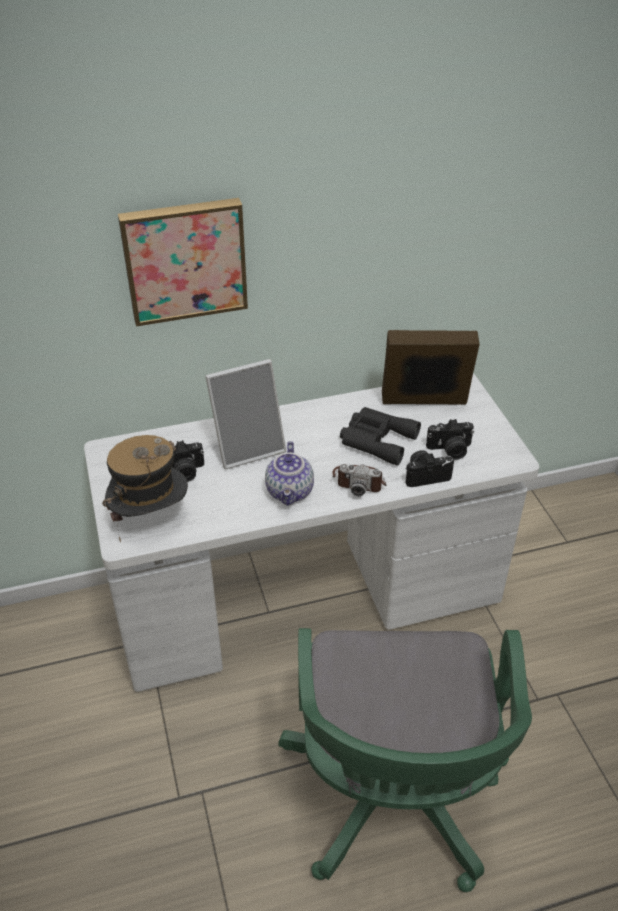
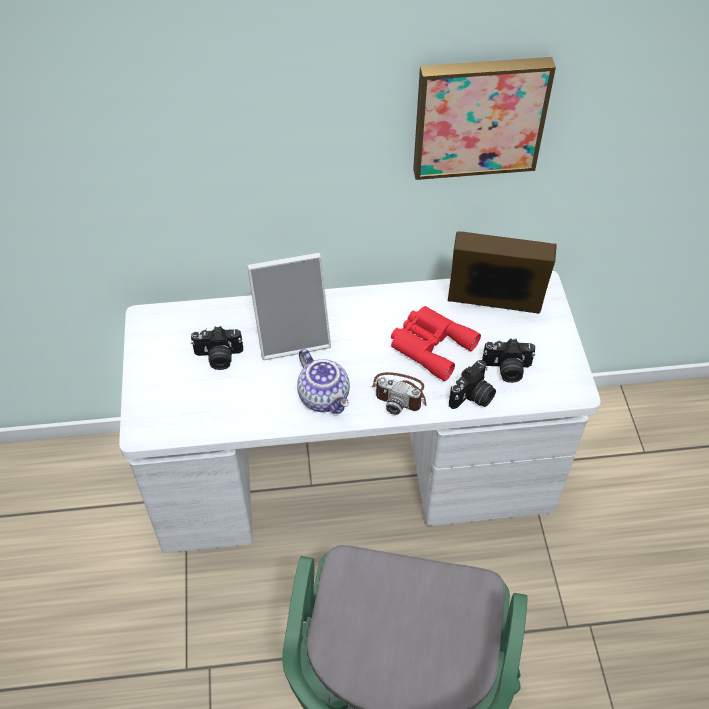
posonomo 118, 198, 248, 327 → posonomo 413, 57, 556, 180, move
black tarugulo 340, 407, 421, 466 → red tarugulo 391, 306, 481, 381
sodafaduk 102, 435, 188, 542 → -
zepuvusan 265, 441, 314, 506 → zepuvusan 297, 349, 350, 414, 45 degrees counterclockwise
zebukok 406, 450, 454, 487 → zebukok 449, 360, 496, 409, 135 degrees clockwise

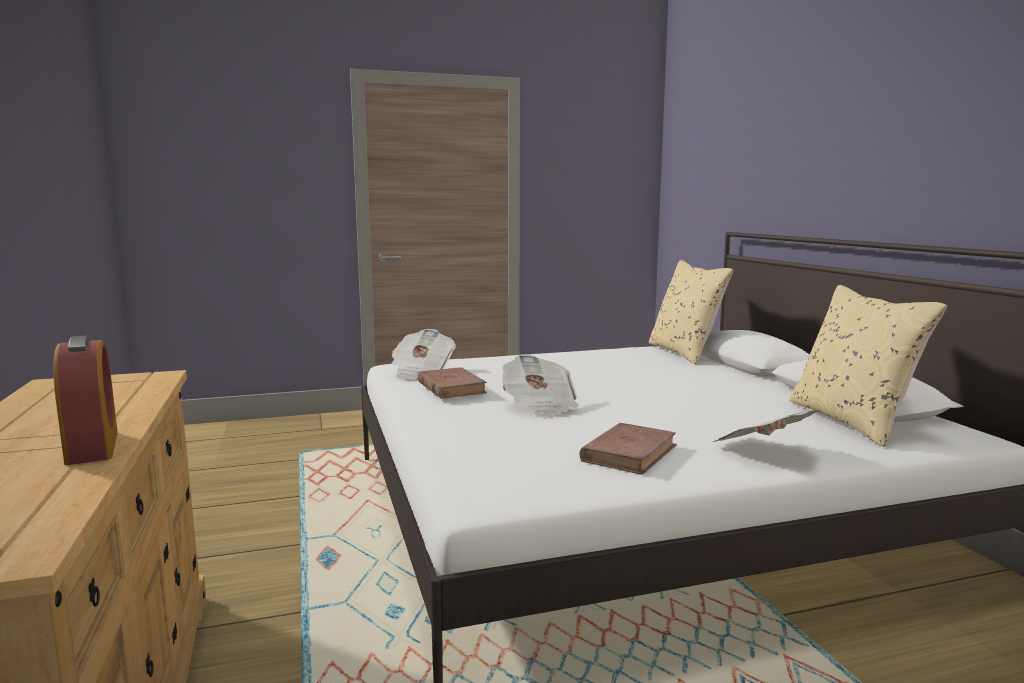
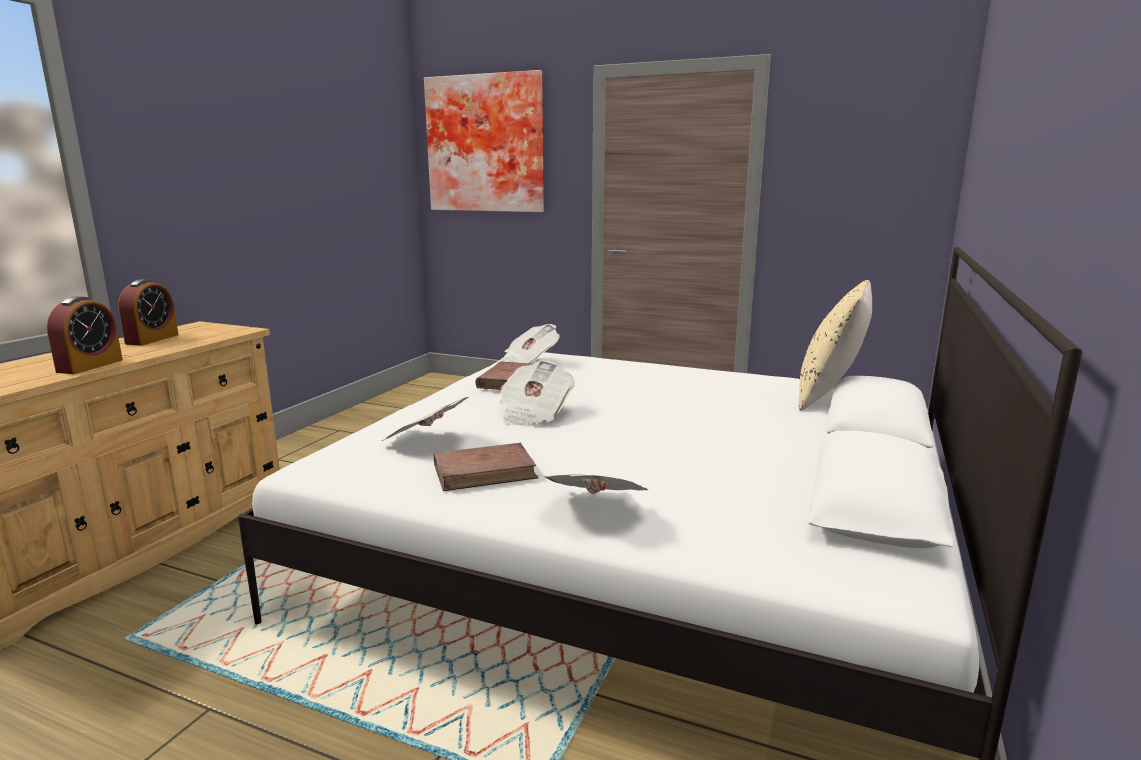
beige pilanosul 789, 285, 947, 447 → -
- → posonomo 424, 70, 544, 212
- → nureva 118, 279, 178, 345
- → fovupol 381, 397, 469, 441

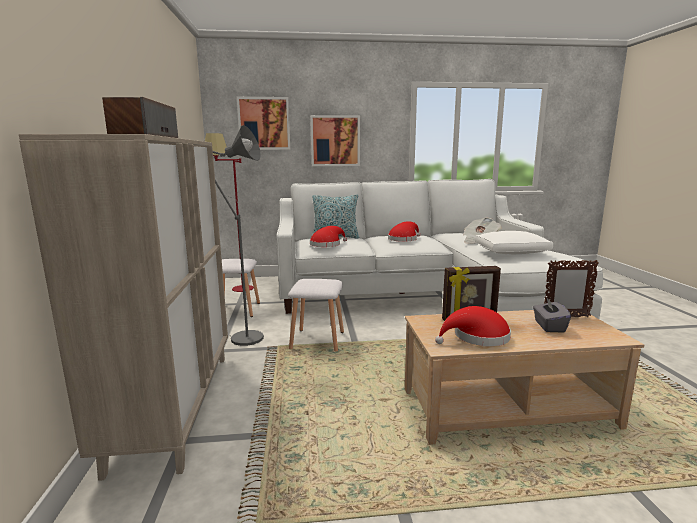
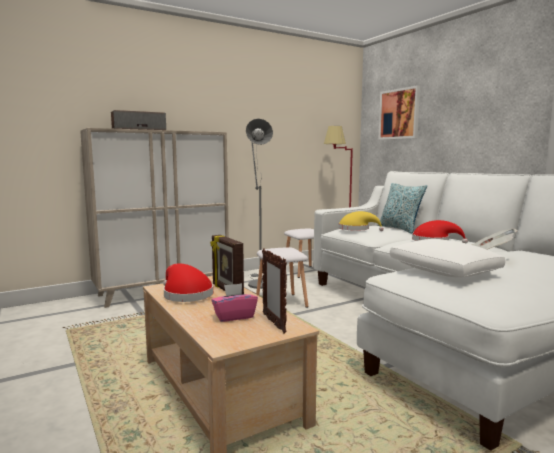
posonomo 310, 115, 360, 166 → -
red sodafaduk 310, 226, 347, 247 → yellow sodafaduk 339, 211, 384, 231
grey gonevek 533, 297, 571, 333 → pink gonevek 211, 283, 258, 322

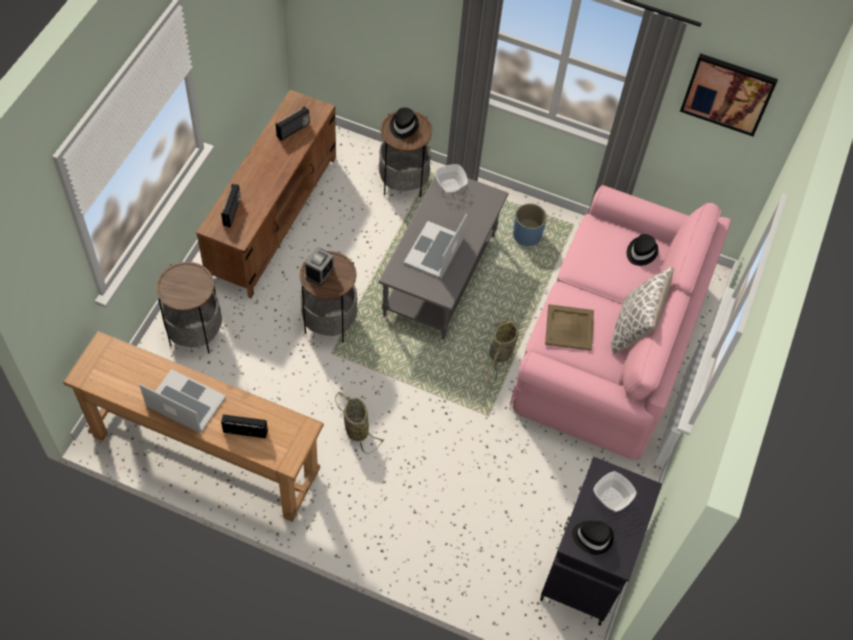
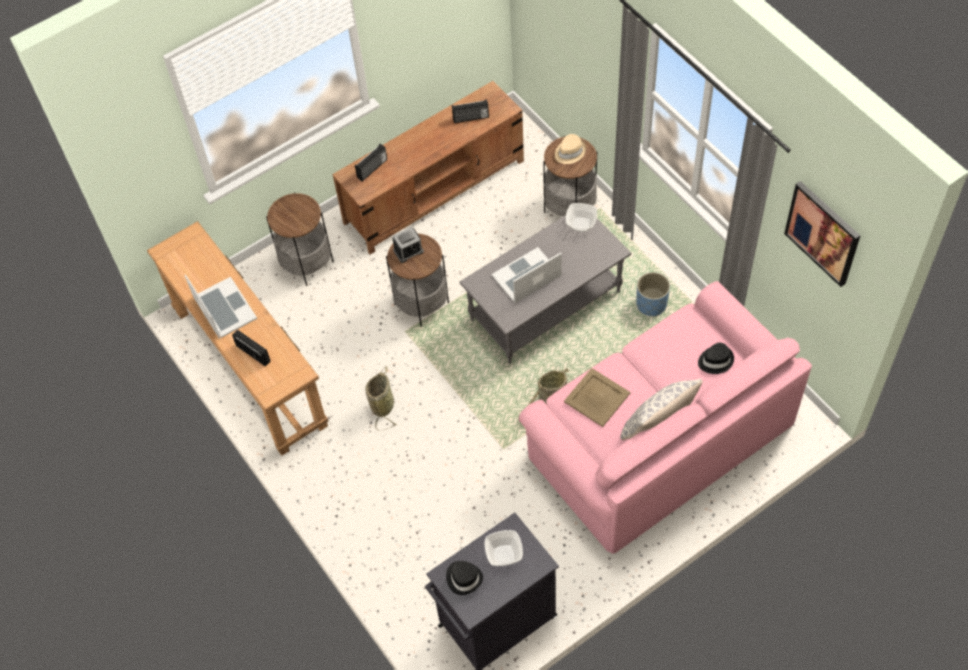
black sodafaduk 390, 107, 419, 139 → beige sodafaduk 555, 134, 586, 164

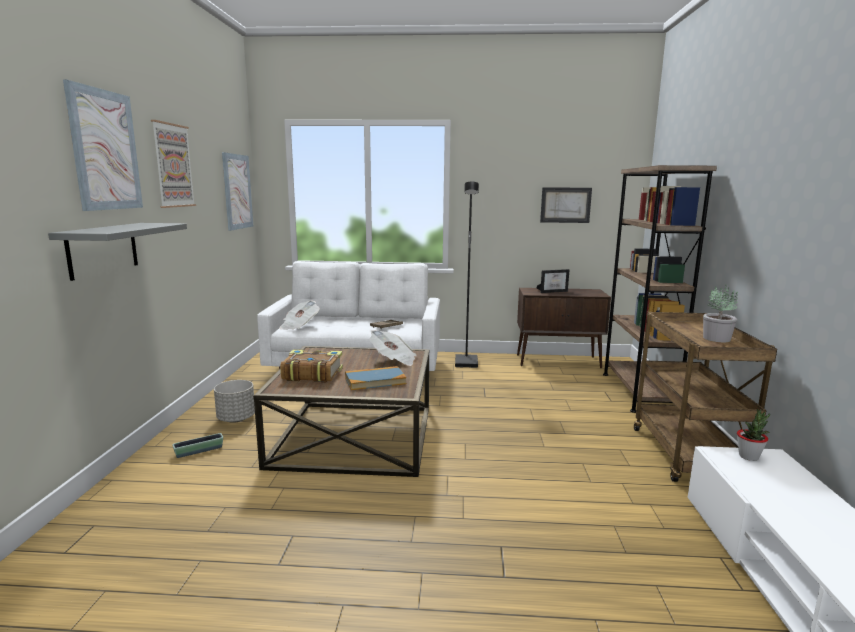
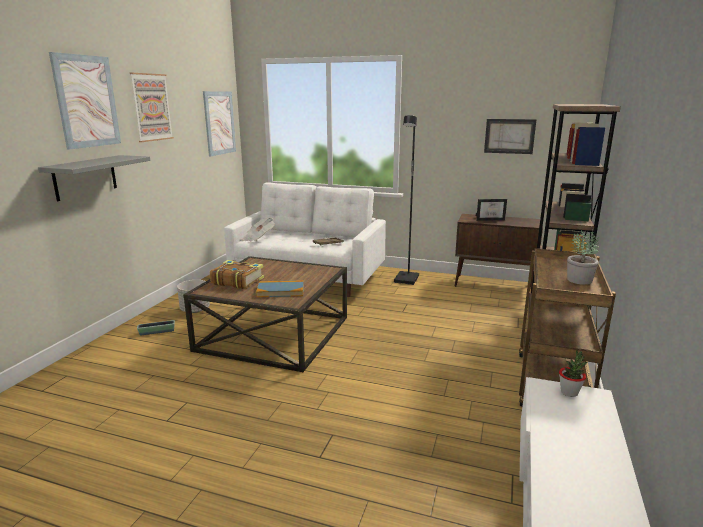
fovupol 369, 330, 417, 366 → -

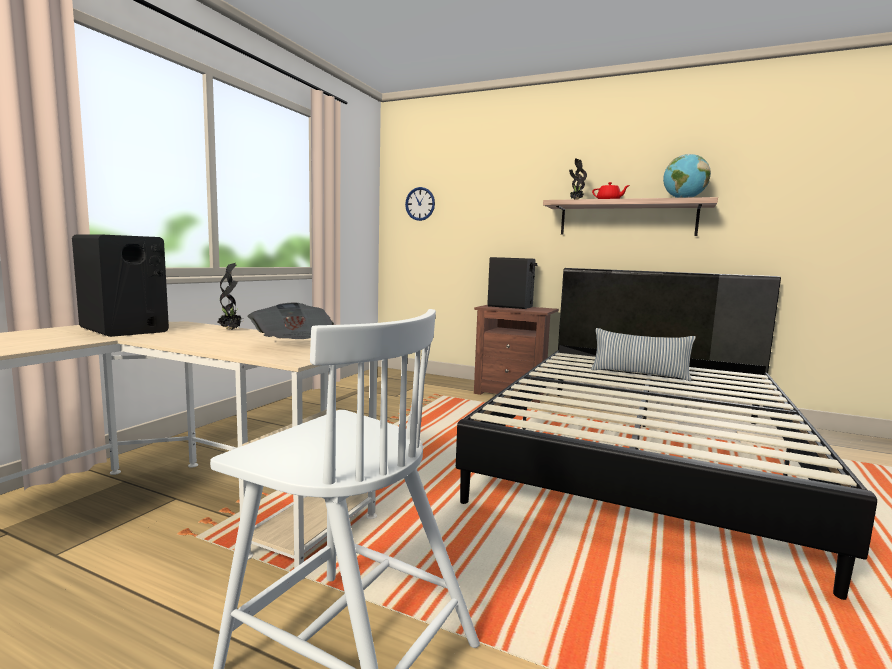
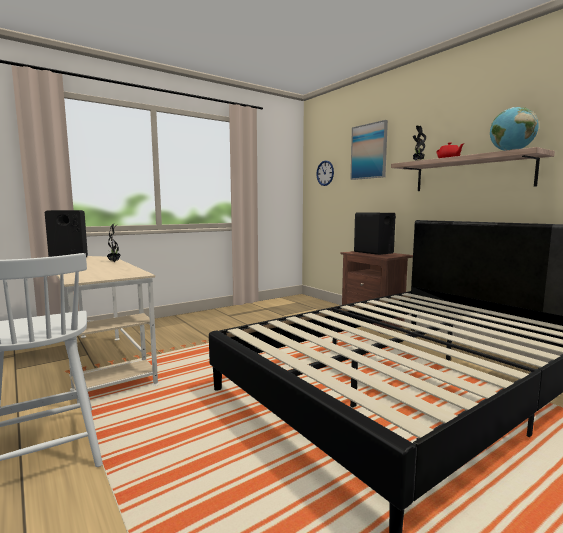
fovupol 248, 302, 334, 339 → -
pilanosul 591, 328, 696, 381 → -
- → posonomo 350, 120, 388, 180

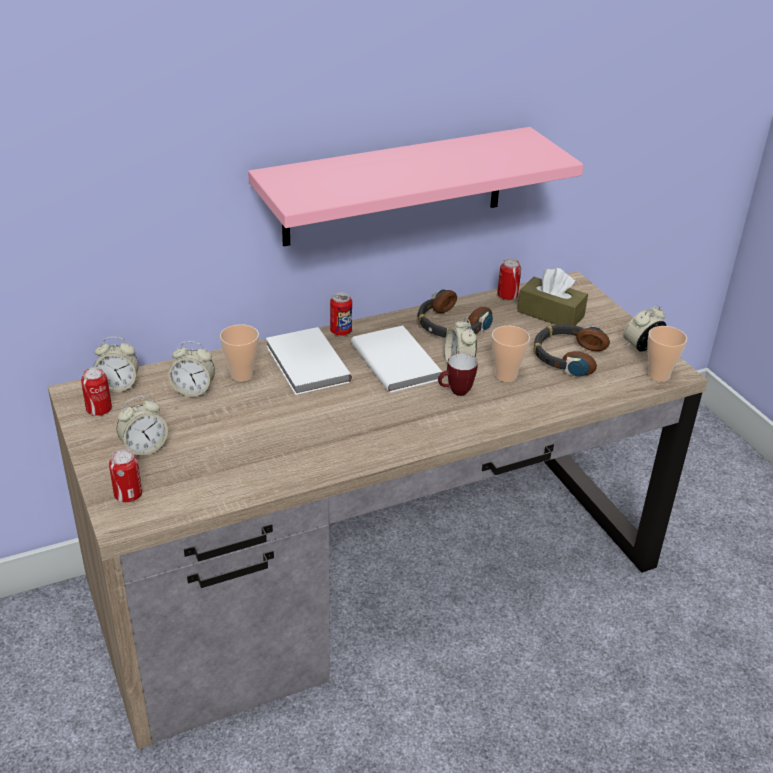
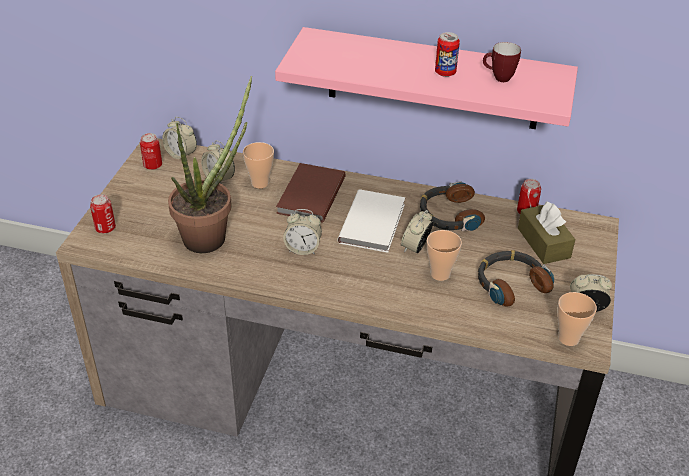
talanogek 330, 292, 352, 336 → talanogek 435, 32, 460, 77, move
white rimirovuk 266, 327, 352, 395 → brown rimirovuk 276, 163, 346, 222
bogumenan 438, 353, 478, 396 → bogumenan 483, 42, 521, 82, move
nureva 116, 396, 168, 456 → nureva 283, 209, 322, 255, move
- → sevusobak 168, 76, 252, 253

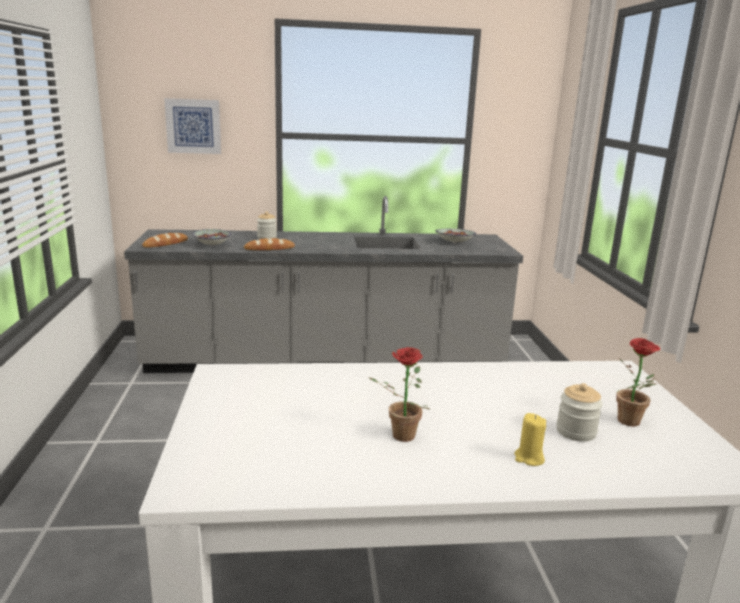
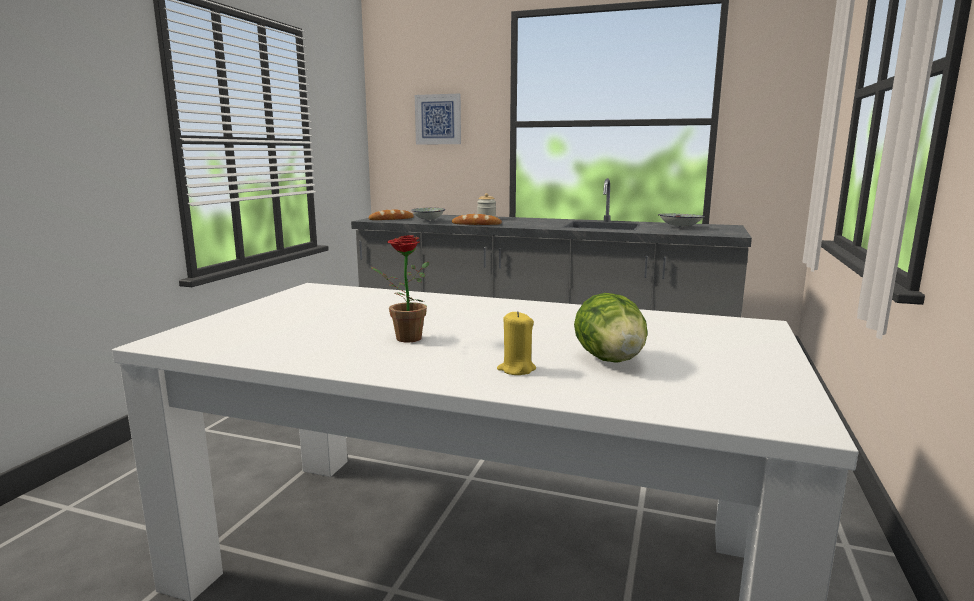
sevusobak 616, 338, 660, 426 → -
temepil 556, 383, 603, 442 → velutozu 574, 293, 648, 363

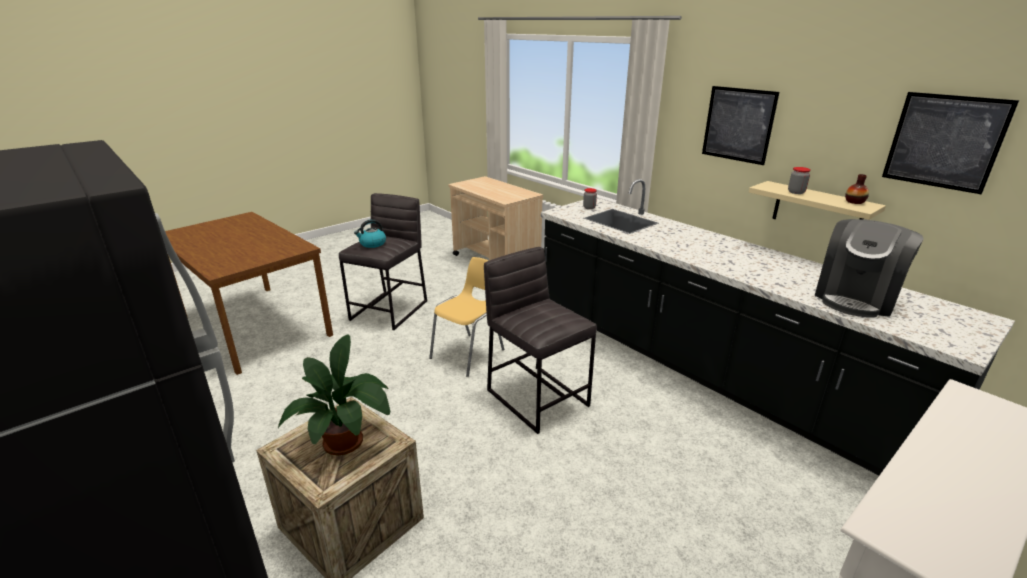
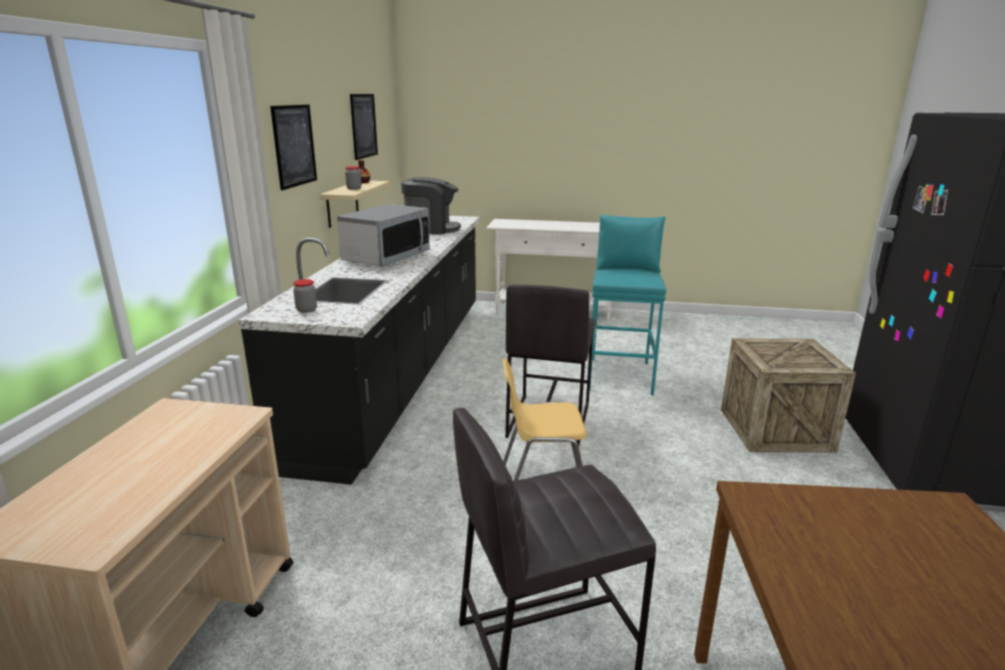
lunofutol 354, 219, 386, 248 → -
sevusobak 278, 335, 391, 456 → -
- → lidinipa 337, 204, 430, 267
- → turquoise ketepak 590, 214, 666, 395

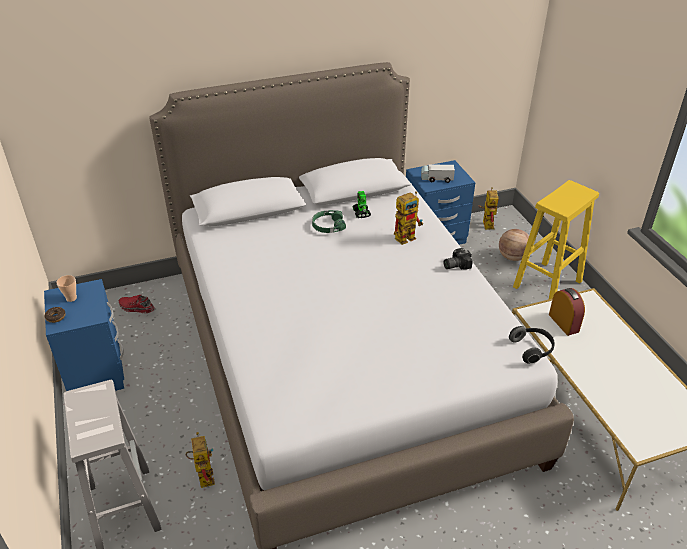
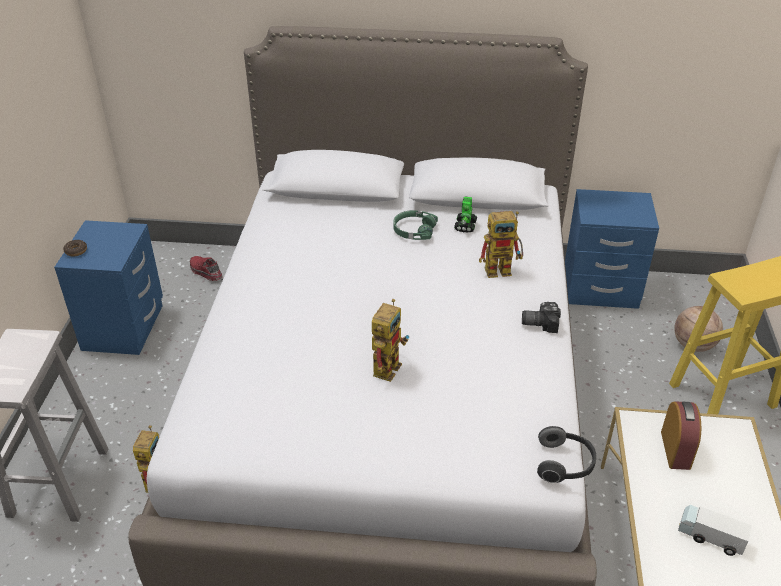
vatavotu 421, 164, 455, 183 → vatavotu 678, 505, 752, 556, move
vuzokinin 478, 187, 498, 229 → vuzokinin 372, 299, 409, 382, move
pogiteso 56, 275, 77, 302 → -

